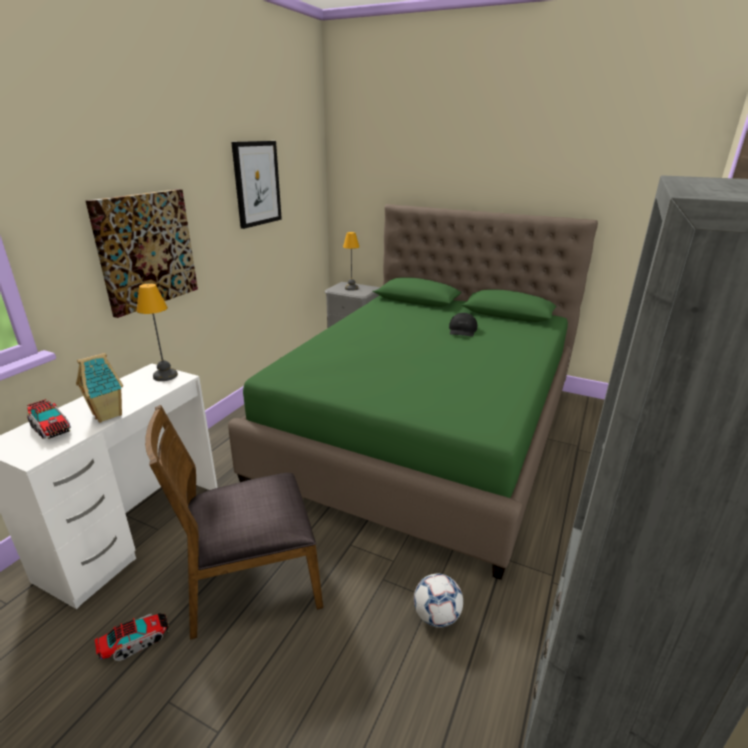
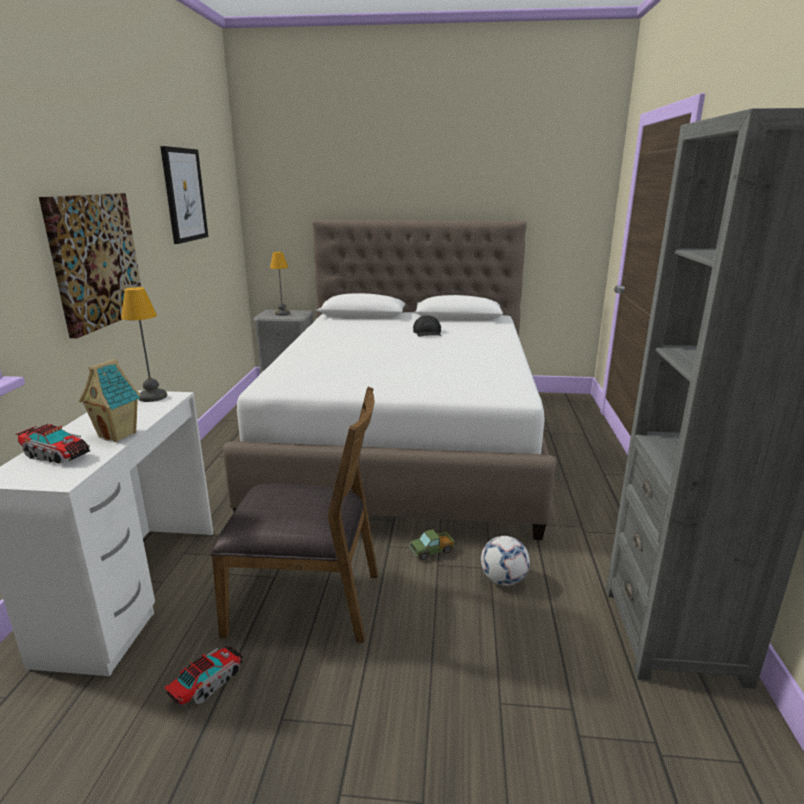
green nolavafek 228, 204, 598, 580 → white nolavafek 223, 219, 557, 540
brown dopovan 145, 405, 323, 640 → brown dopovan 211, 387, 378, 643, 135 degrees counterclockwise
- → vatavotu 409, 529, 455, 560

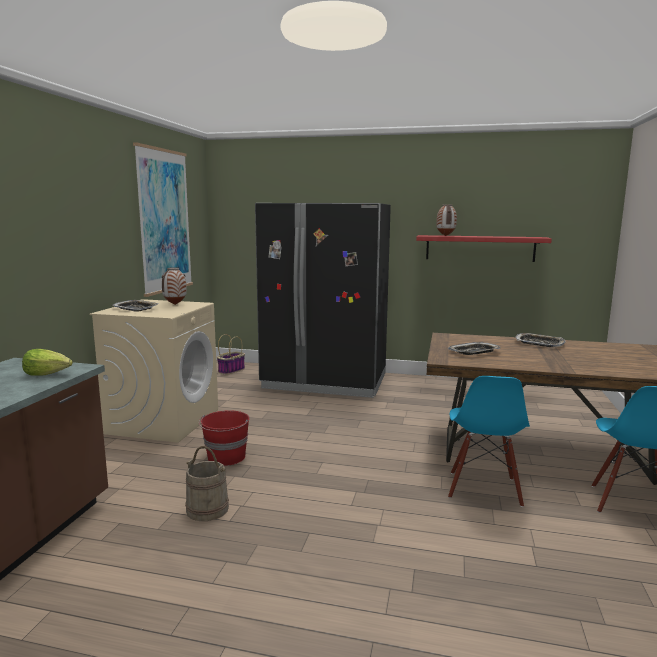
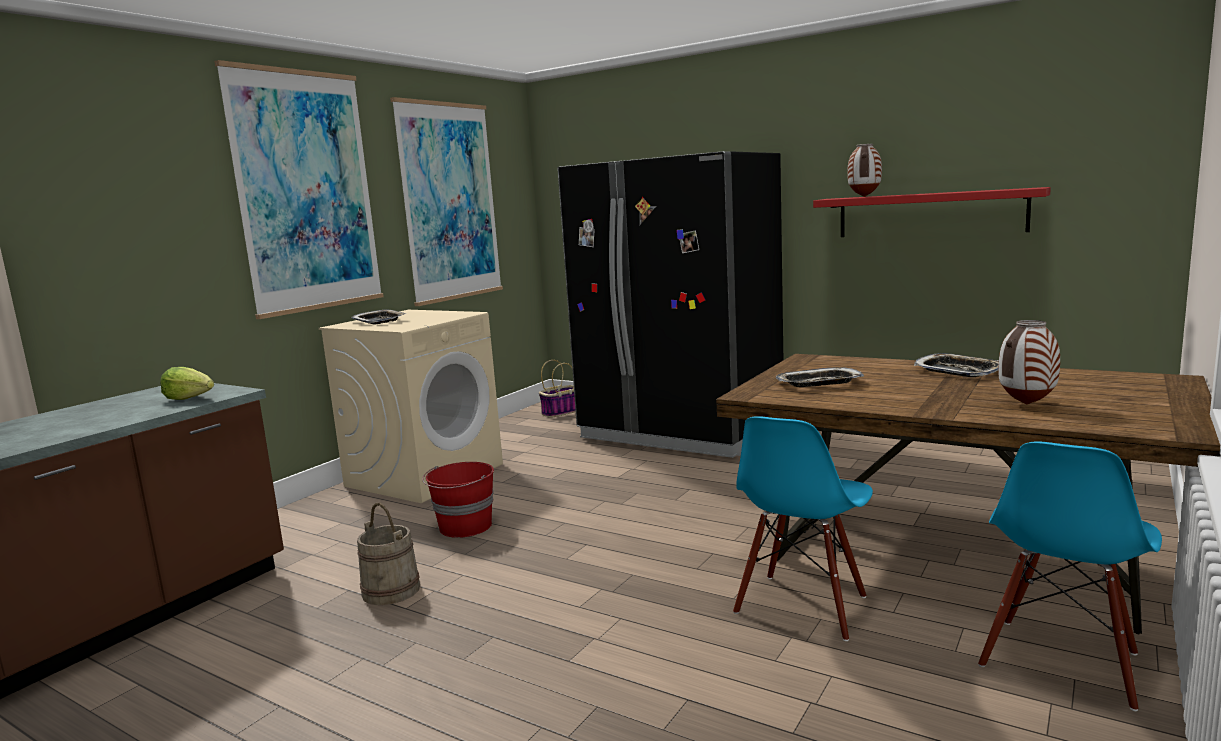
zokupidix 162, 267, 187, 305 → zokupidix 998, 320, 1060, 404, move
- → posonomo 214, 60, 384, 319

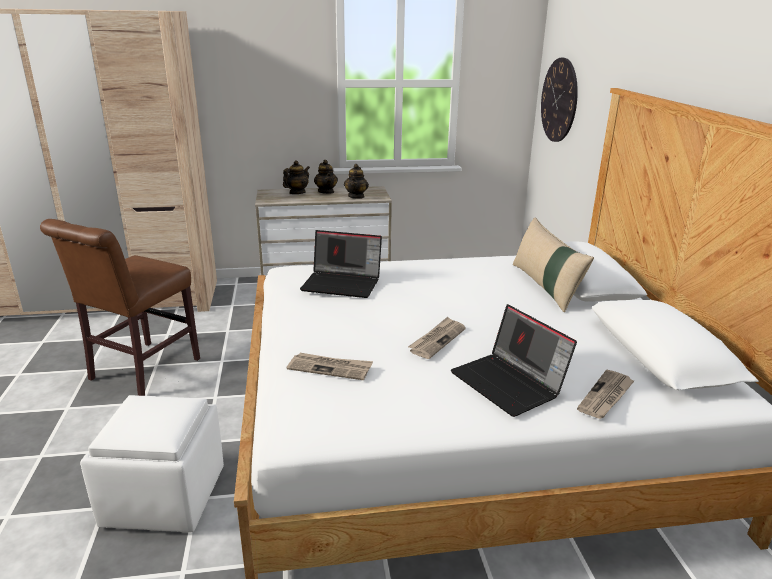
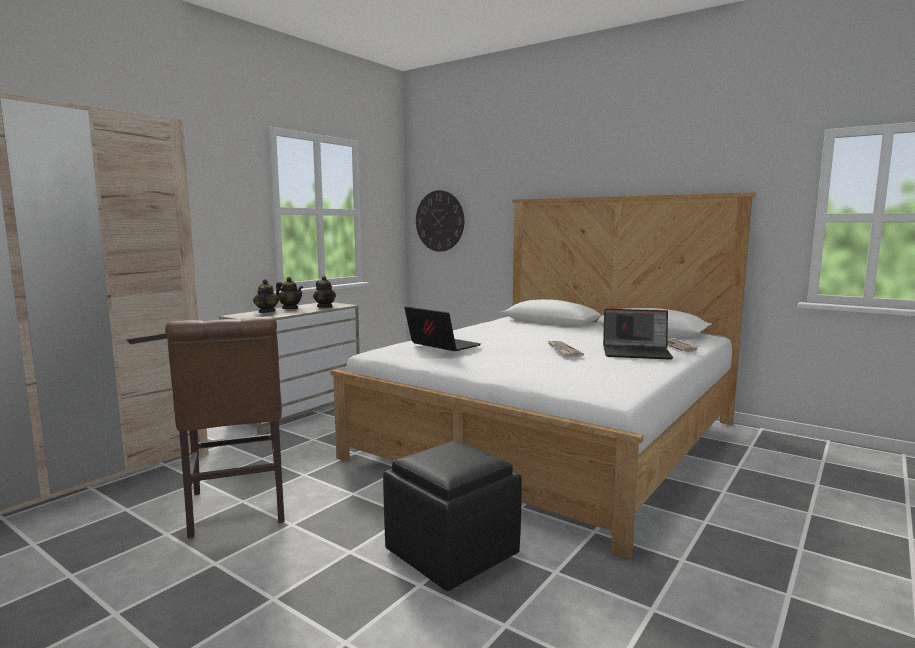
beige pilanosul 513, 218, 594, 312 → -
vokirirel 300, 230, 382, 298 → vokirirel 404, 306, 481, 351, 105 degrees counterclockwise
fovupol 287, 353, 373, 380 → -
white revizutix 80, 395, 224, 532 → black revizutix 383, 440, 522, 591

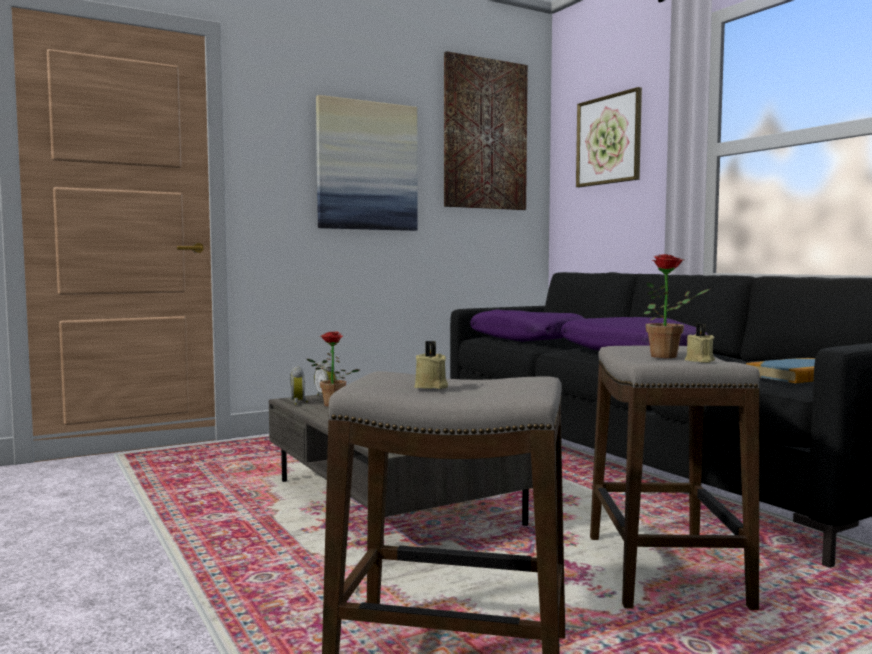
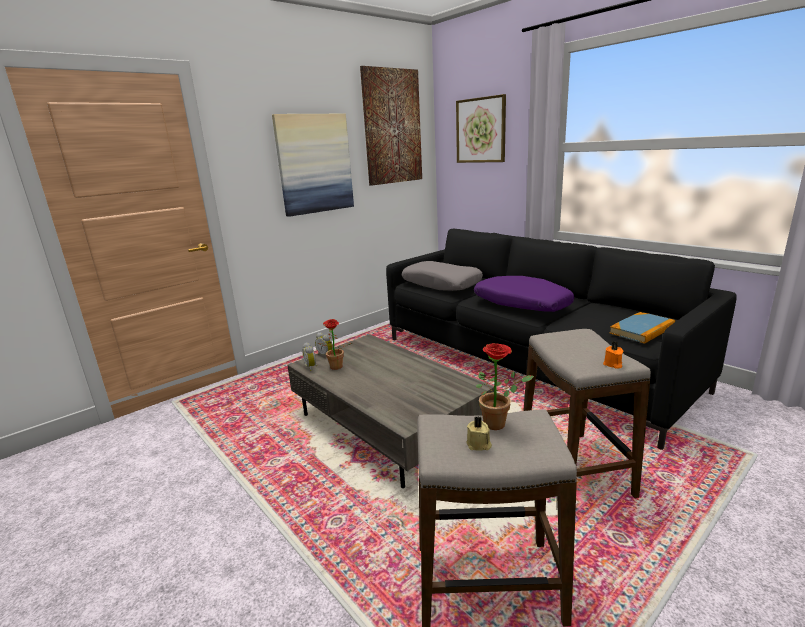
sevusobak 643, 254, 710, 358 → sevusobak 476, 343, 534, 430, move
purple pilanosul 470, 310, 585, 342 → grey pilanosul 402, 261, 483, 291
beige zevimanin 685, 324, 715, 363 → orange zevimanin 603, 341, 623, 369

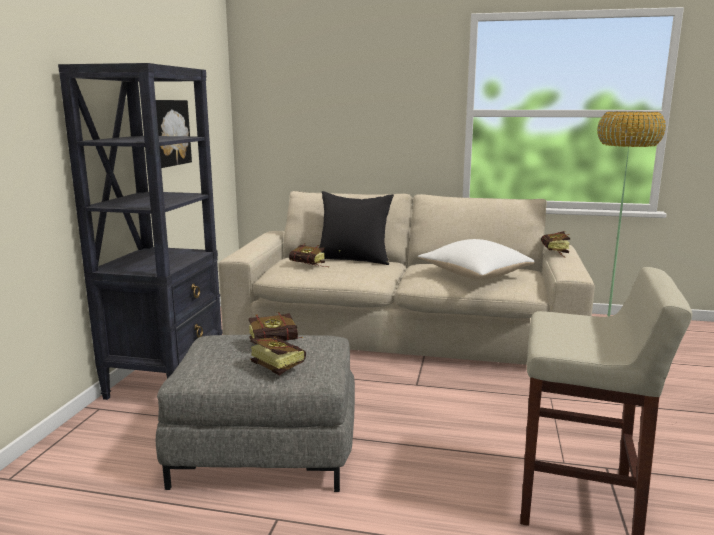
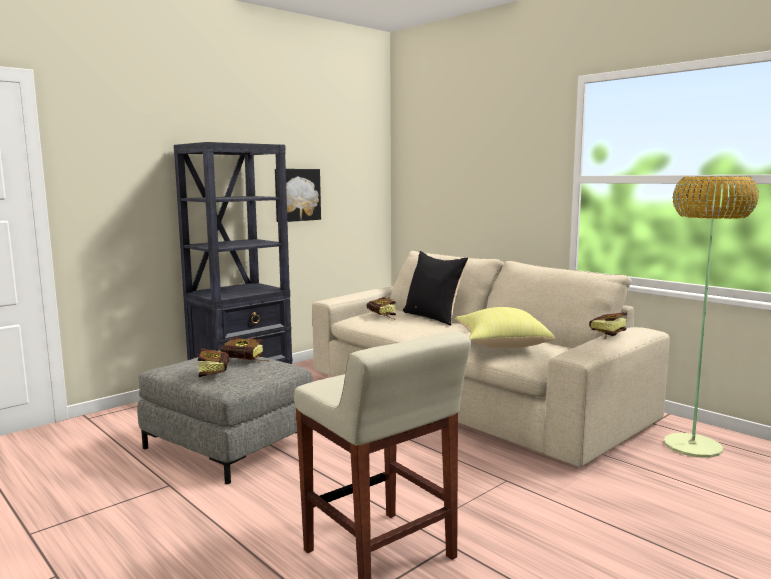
white pilanosul 418, 239, 535, 280 → yellow pilanosul 455, 307, 555, 348

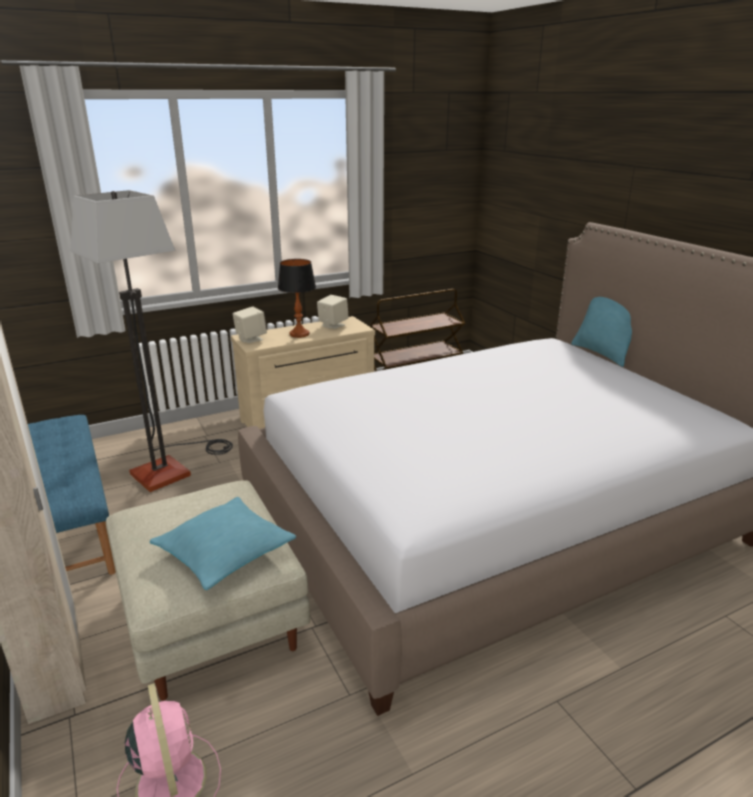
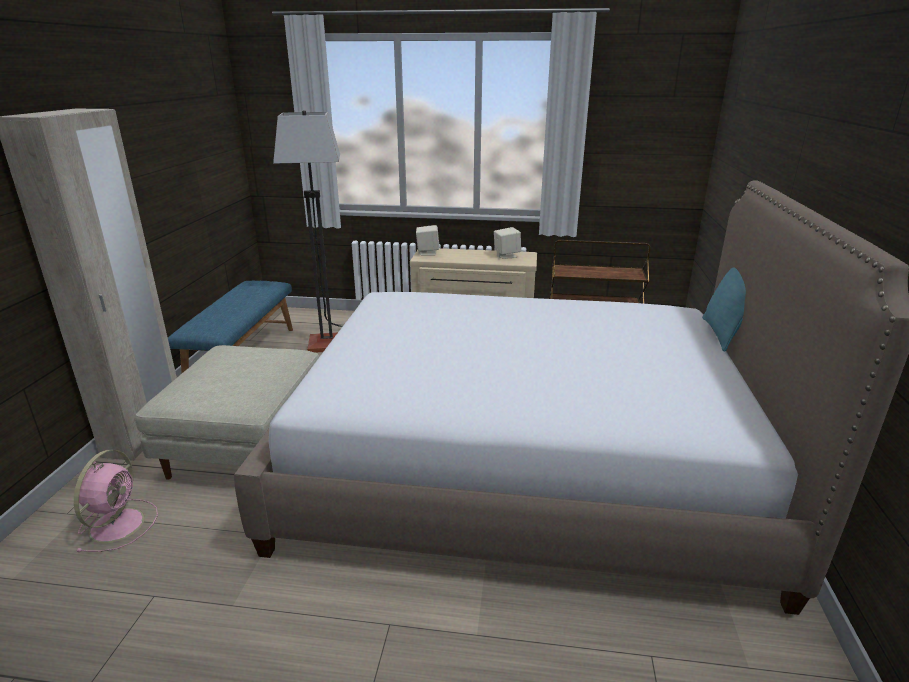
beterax 278, 259, 316, 338 → -
turquoise pilanosul 150, 497, 296, 590 → -

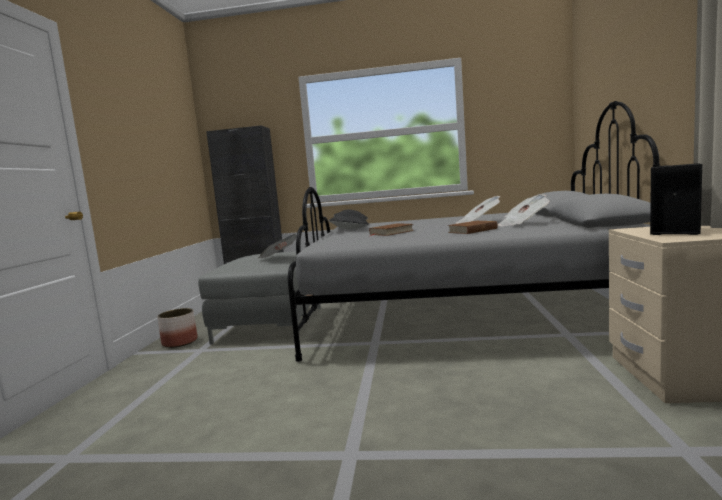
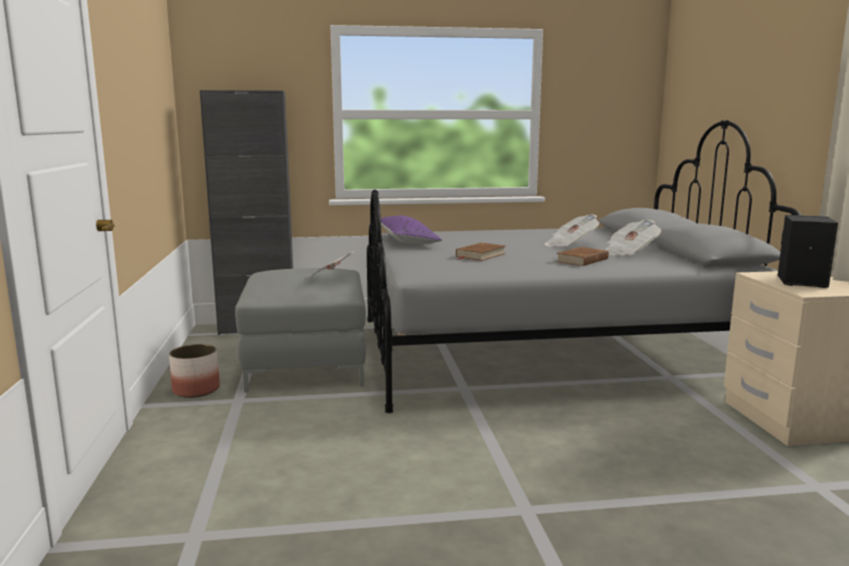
black pilanosul 329, 210, 369, 229 → purple pilanosul 381, 216, 442, 244

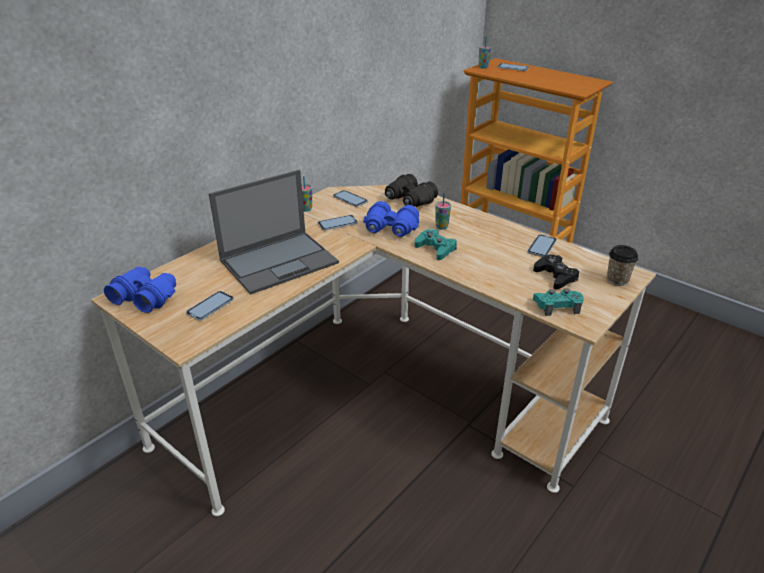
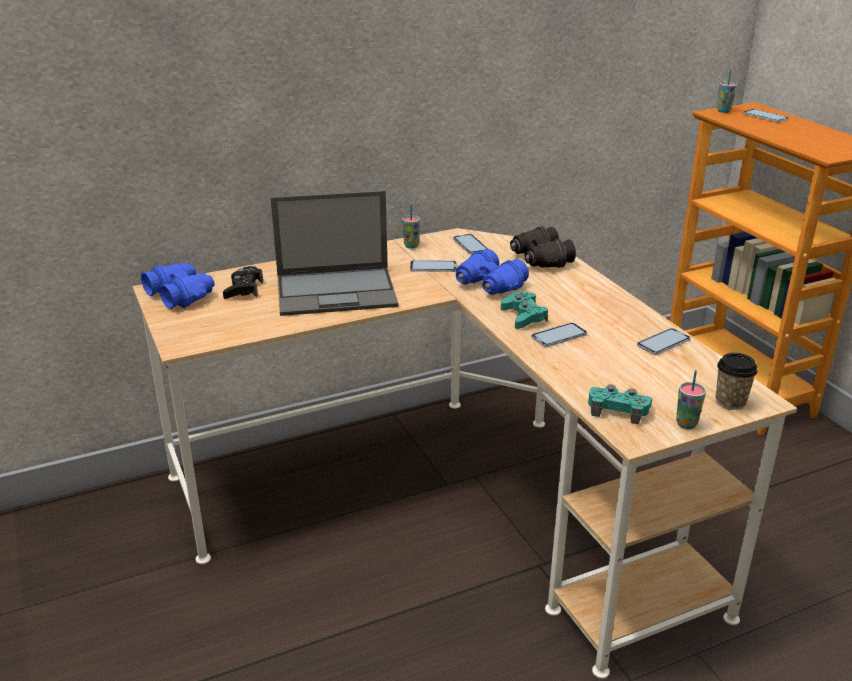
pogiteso 435, 193, 451, 230 → pogiteso 676, 370, 706, 429, move
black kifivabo 533, 254, 579, 289 → black kifivabo 223, 266, 263, 299, move
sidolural 186, 291, 234, 321 → sidolural 531, 323, 587, 347, move

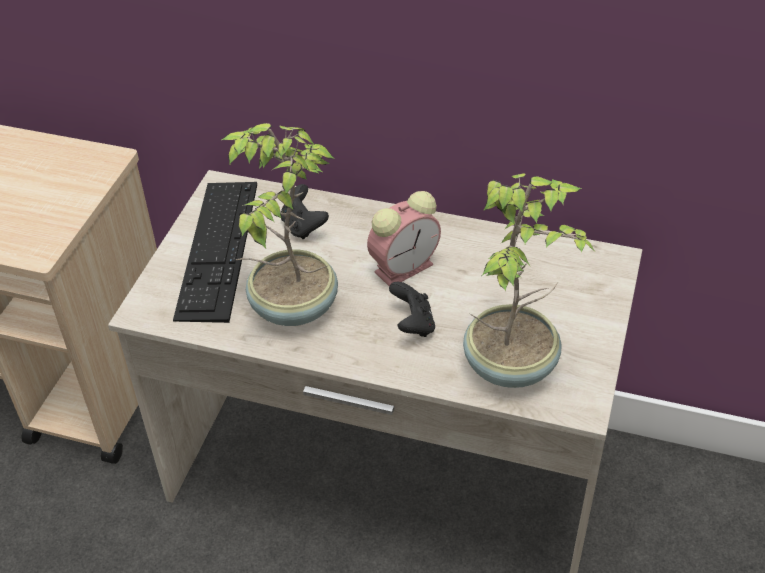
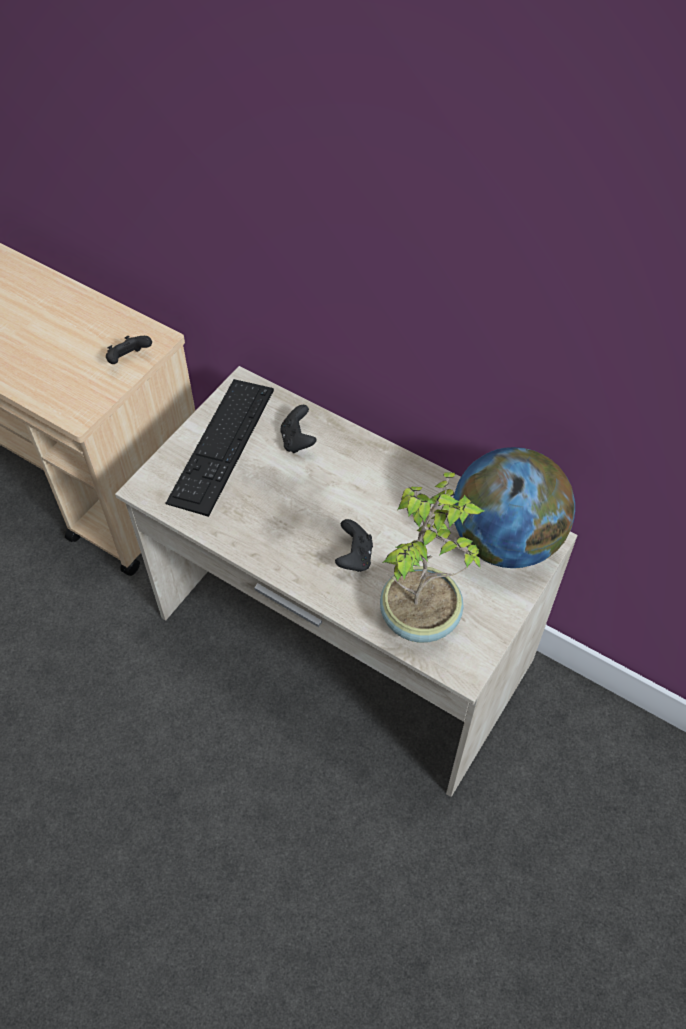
sevusobak 222, 123, 338, 326 → -
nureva 367, 191, 441, 286 → -
- → black kifivabo 106, 336, 152, 364
- → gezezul 453, 447, 575, 568

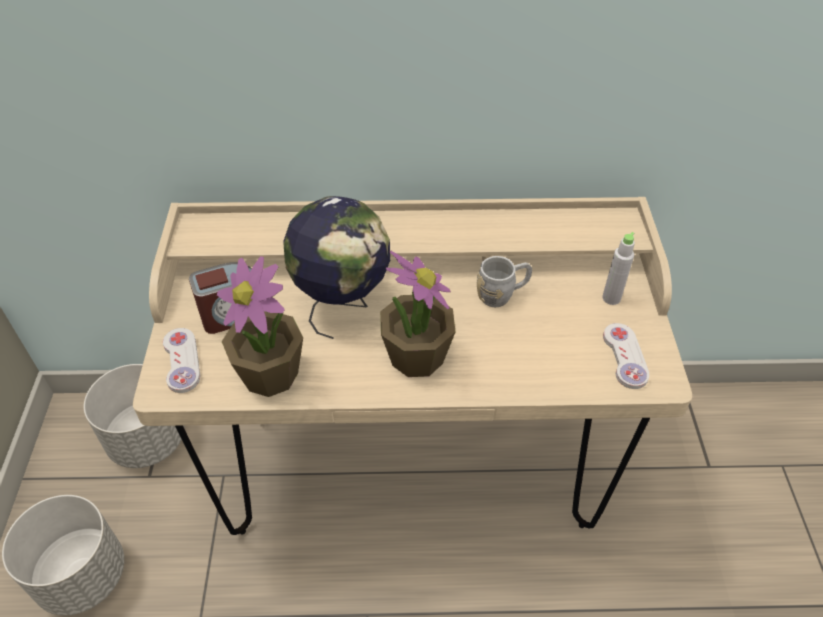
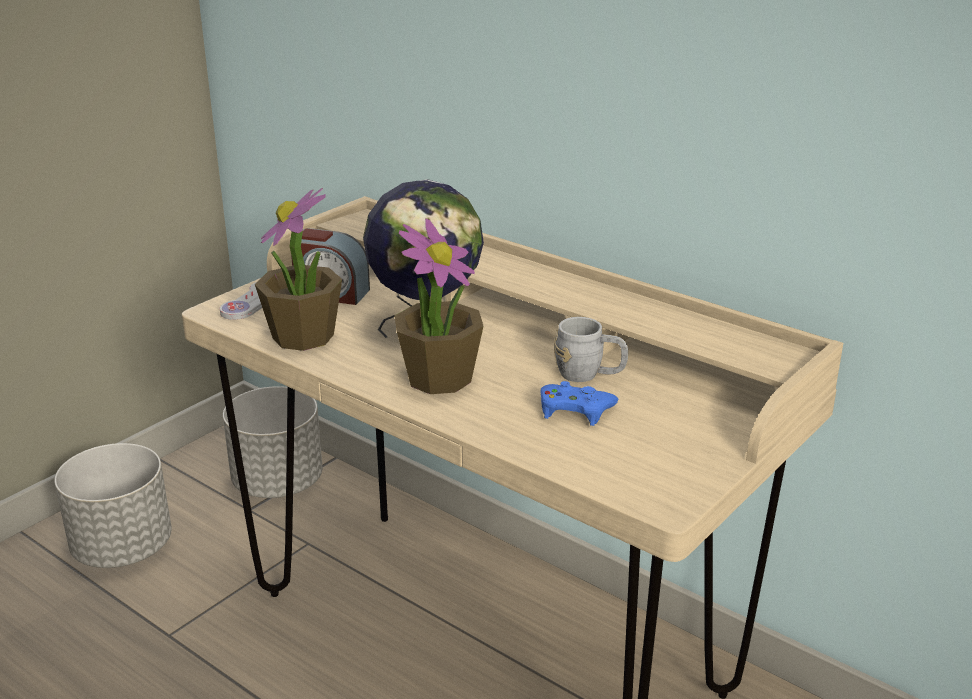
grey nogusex 602, 232, 635, 305 → -
white kifivabo 603, 323, 649, 389 → -
- → blue kifivabo 540, 381, 618, 426

